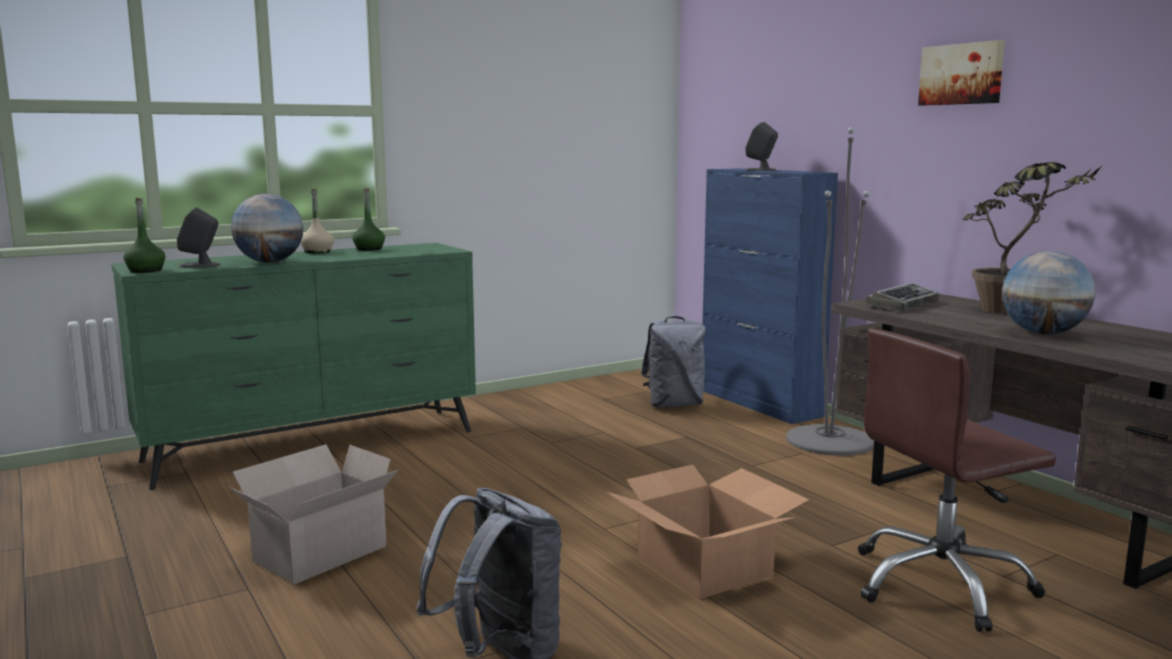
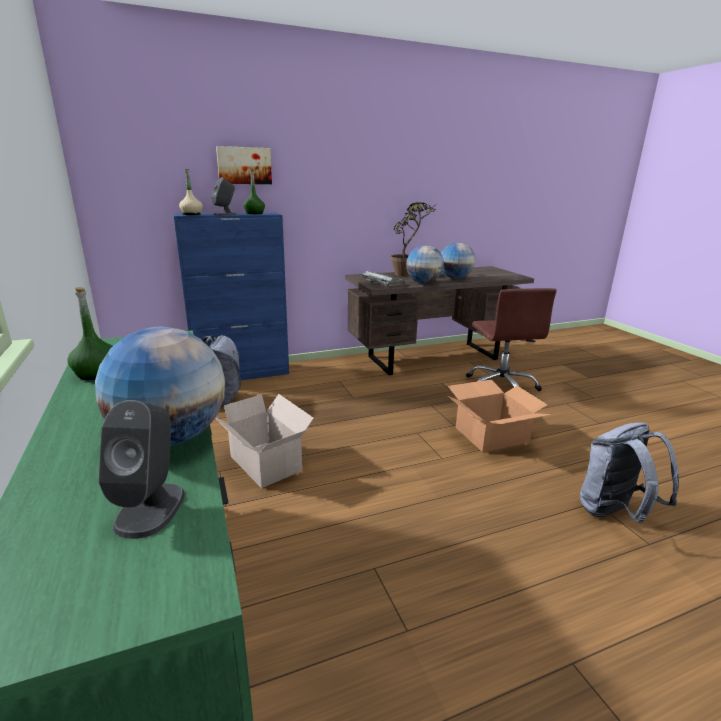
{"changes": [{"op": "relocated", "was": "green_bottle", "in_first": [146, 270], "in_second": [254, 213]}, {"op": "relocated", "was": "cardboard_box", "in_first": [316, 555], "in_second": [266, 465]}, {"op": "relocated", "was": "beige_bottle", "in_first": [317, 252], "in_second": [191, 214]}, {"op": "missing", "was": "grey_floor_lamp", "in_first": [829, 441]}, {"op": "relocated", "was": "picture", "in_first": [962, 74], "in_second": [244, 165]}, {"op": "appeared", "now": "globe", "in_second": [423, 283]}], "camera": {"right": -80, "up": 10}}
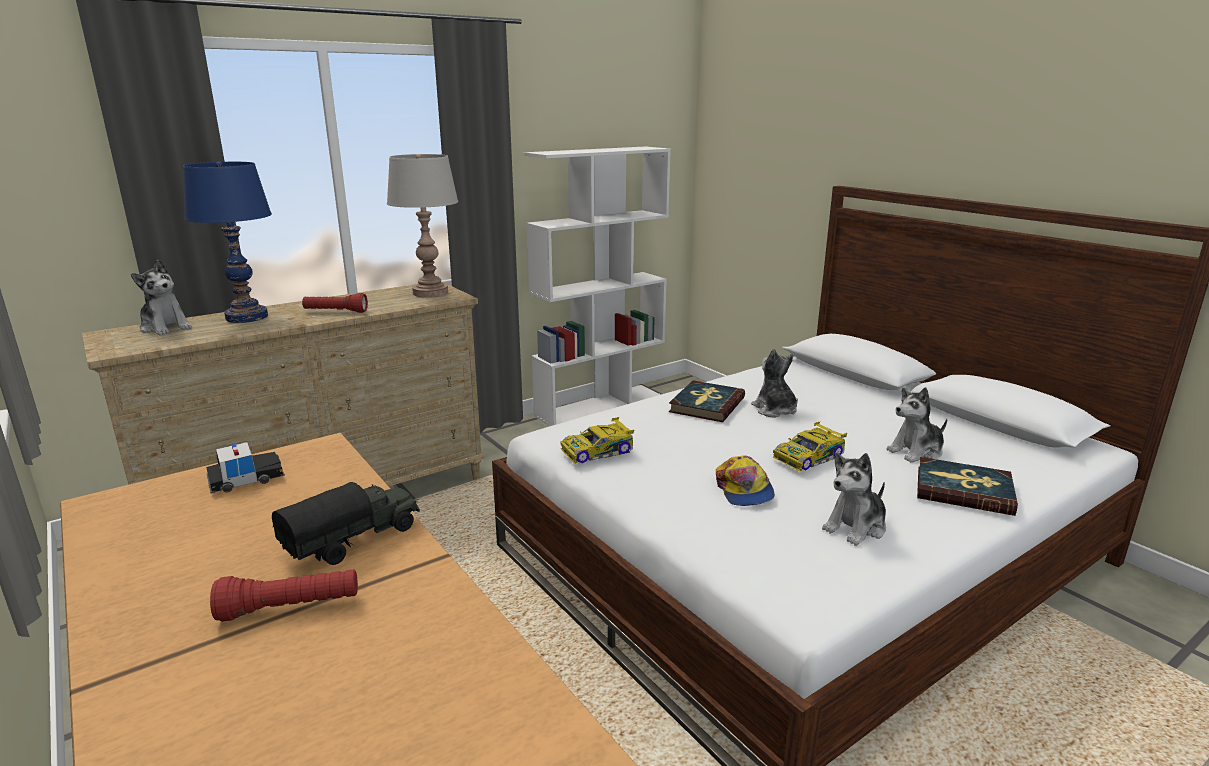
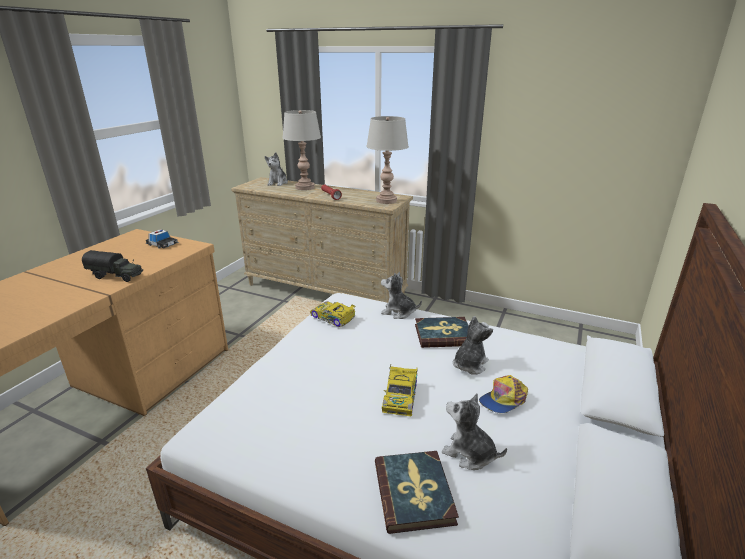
{"changes": [{"op": "colour", "was": "blue_table_lamp", "now": "grey_table_lamp", "in_first": [247, 317], "in_second": [305, 187]}, {"op": "missing", "was": "red_flashlight", "in_first": [290, 608]}, {"op": "missing", "was": "white_bookcase", "in_first": [600, 406]}, {"op": "relocated", "was": "cap", "in_first": [744, 490], "in_second": [503, 399]}, {"op": "spun", "was": "toy_car", "in_first": [809, 456], "in_second": [400, 396], "clockwise": -105}, {"op": "relocated", "was": "plush_toy", "in_first": [856, 527], "in_second": [398, 312]}], "camera": {"right": 60, "up": 5}}
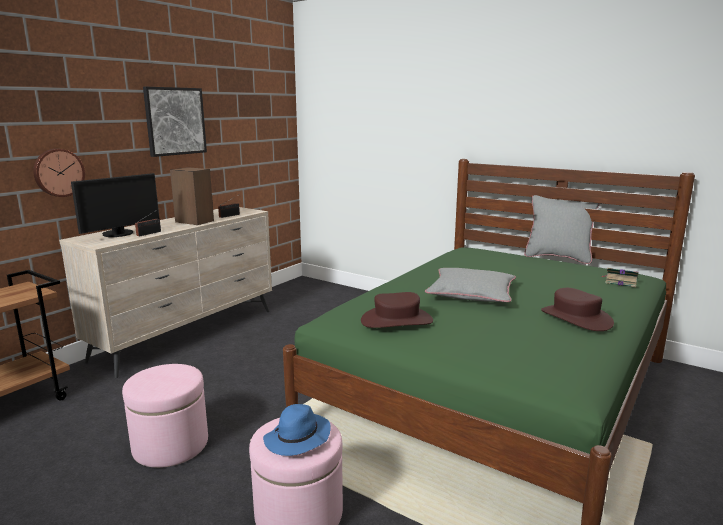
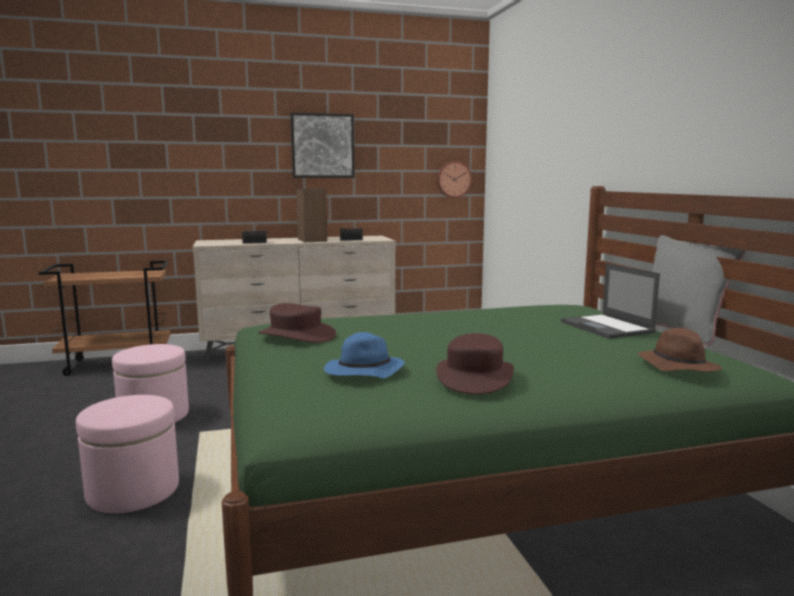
{"changes": [{"op": "relocated", "was": "wall_clock", "in_first": [58, 172], "in_second": [453, 179]}, {"op": "missing", "was": "monitor", "in_first": [119, 234]}, {"op": "relocated", "was": "blue_hat", "in_first": [297, 439], "in_second": [363, 372]}, {"op": "missing", "was": "grey_pillow", "in_first": [471, 293]}, {"op": "exchanged", "was": "book", "now": "brown_hat", "in_first": [619, 281], "in_second": [676, 366]}, {"op": "appeared", "now": "laptop", "in_second": [607, 327]}], "camera": {"right": 40, "up": -5}}
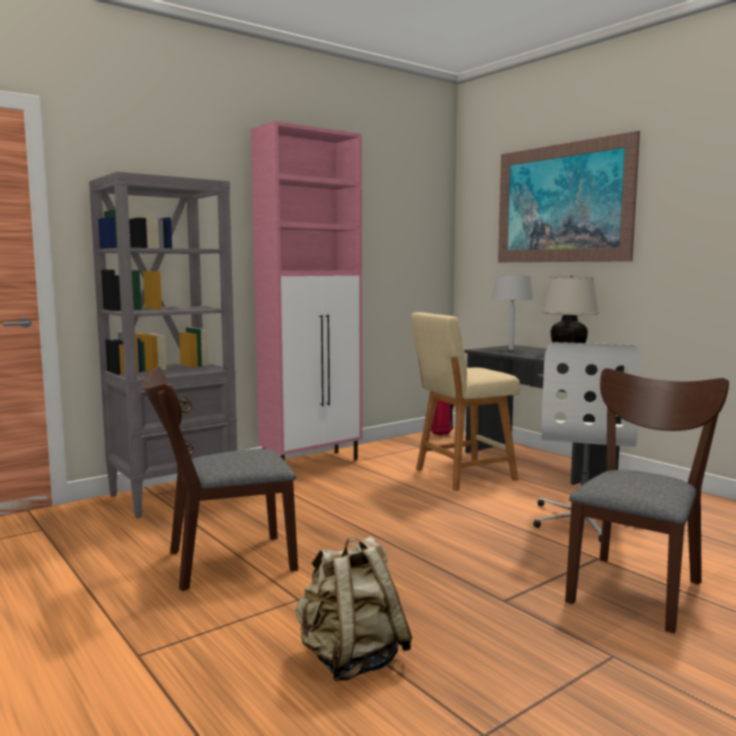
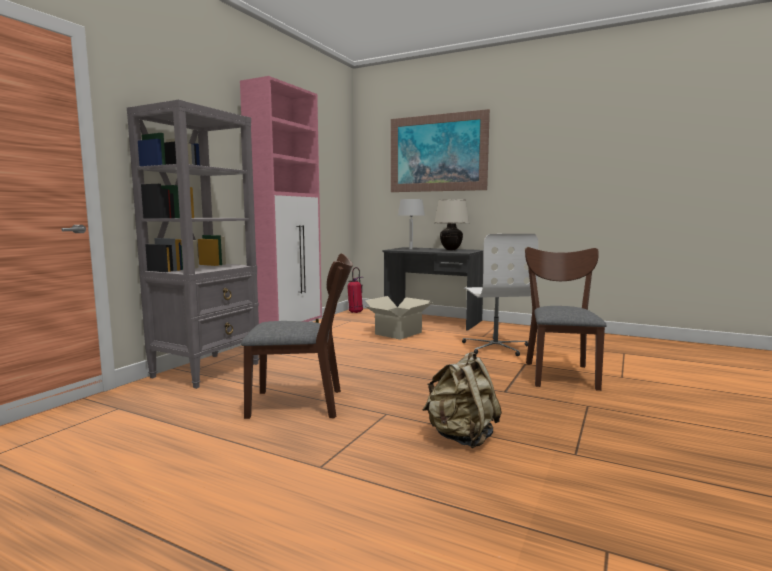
{"changes": [{"op": "spun", "was": "brown_chair", "in_first": [221, 562], "in_second": [304, 403], "clockwise": -135}, {"op": "exchanged", "was": "beige_stool", "now": "cardboard_box", "in_first": [461, 475], "in_second": [398, 333]}], "camera": {"right": -25, "up": 0}}
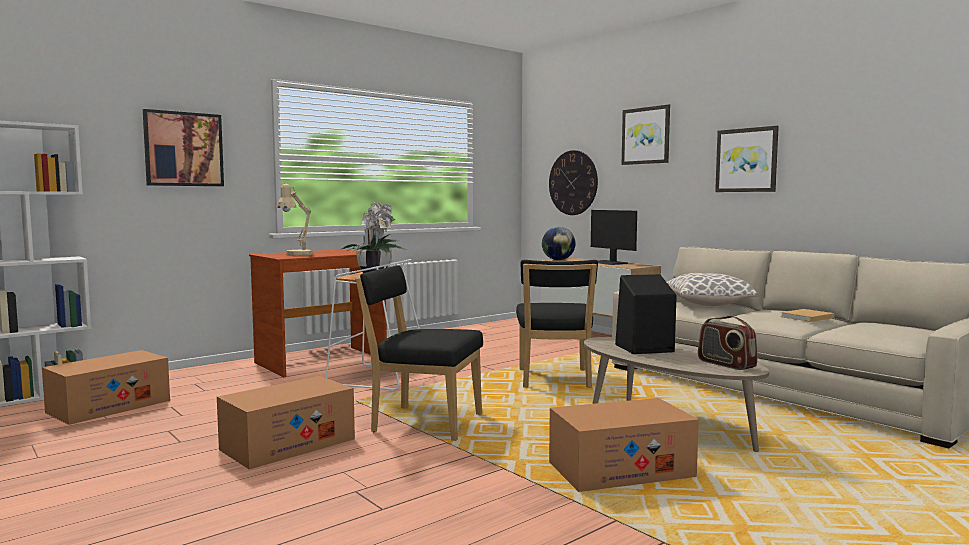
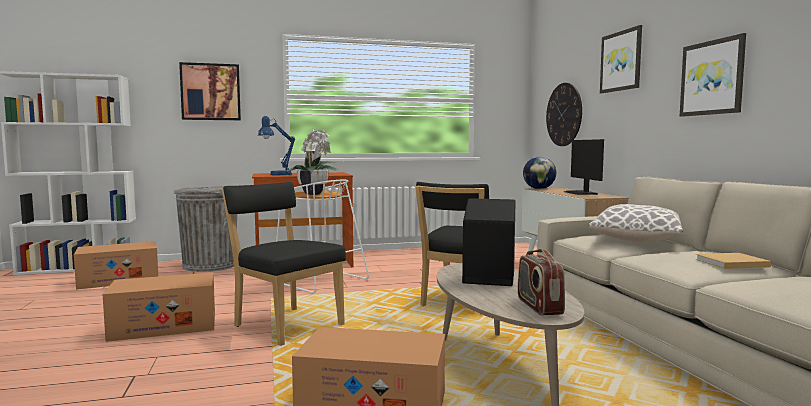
{"changes": [{"op": "colour", "was": "beige_table_lamp", "now": "blue_table_lamp", "in_first": [296, 255], "in_second": [277, 174]}, {"op": "appeared", "now": "grey_trash_can", "in_second": [210, 265]}], "camera": {"right": 25, "up": 0}}
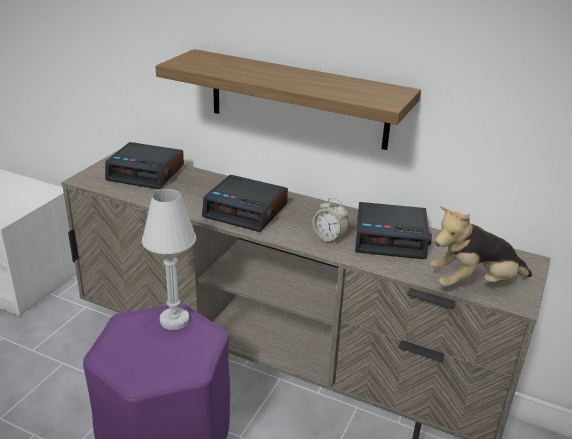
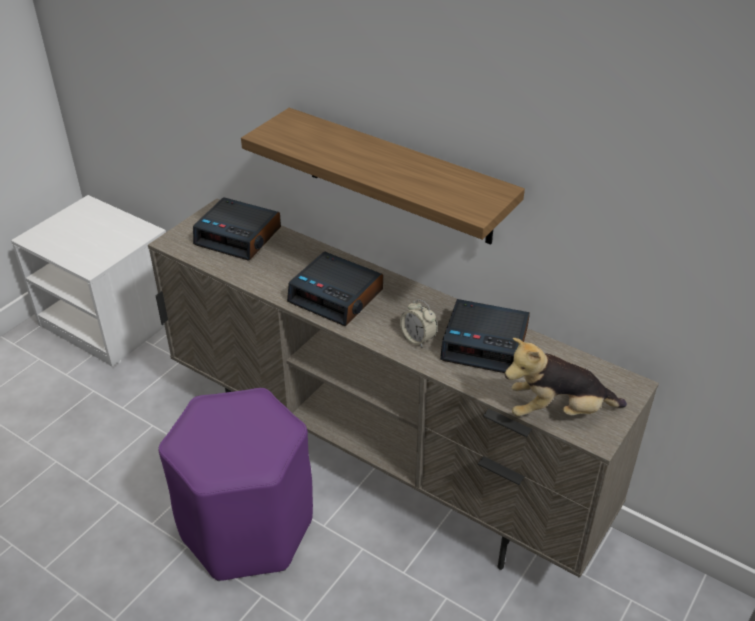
{"changes": [{"op": "missing", "was": "white_table_lamp", "in_first": [174, 320]}], "camera": {"right": 10, "up": 10}}
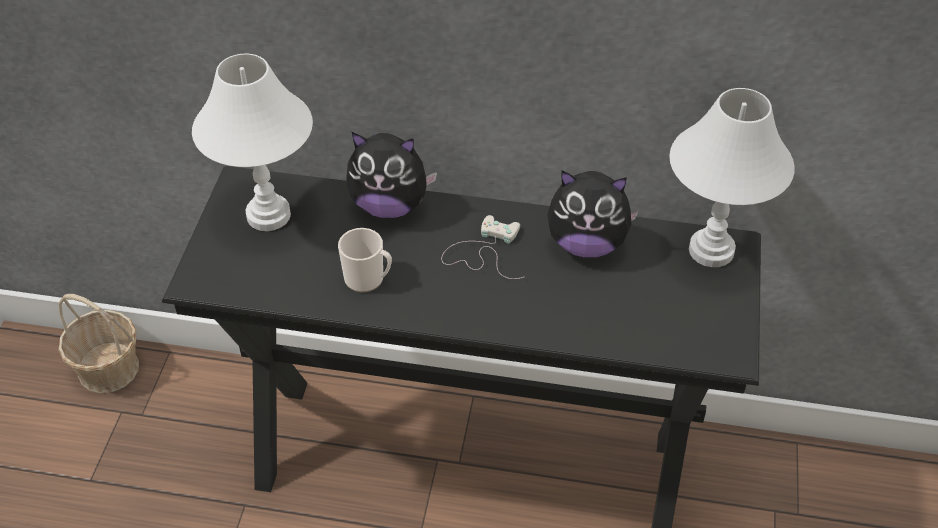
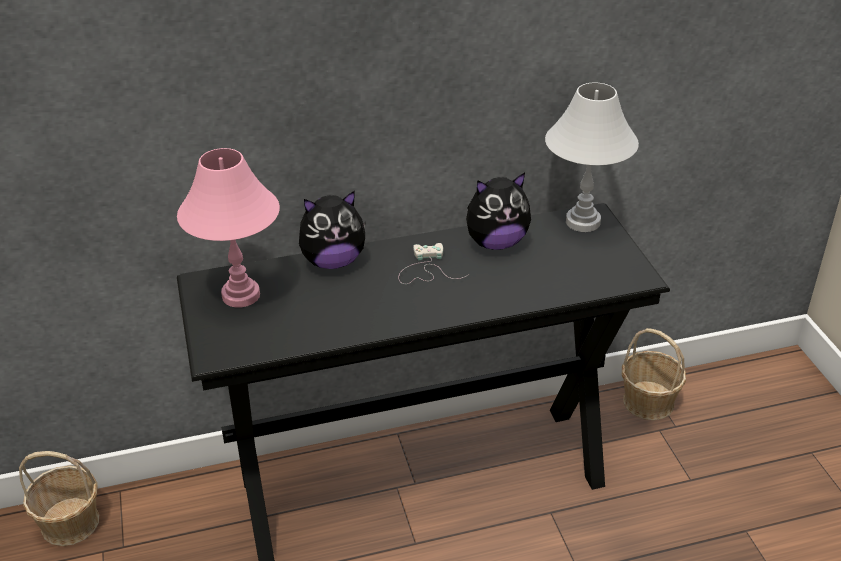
{"changes": [{"op": "colour", "was": "white_table_lamp", "now": "pink_table_lamp", "in_first": [267, 215], "in_second": [240, 296]}, {"op": "missing", "was": "mug", "in_first": [368, 279]}, {"op": "appeared", "now": "basket", "in_second": [648, 401]}], "camera": {"right": -25, "up": -10}}
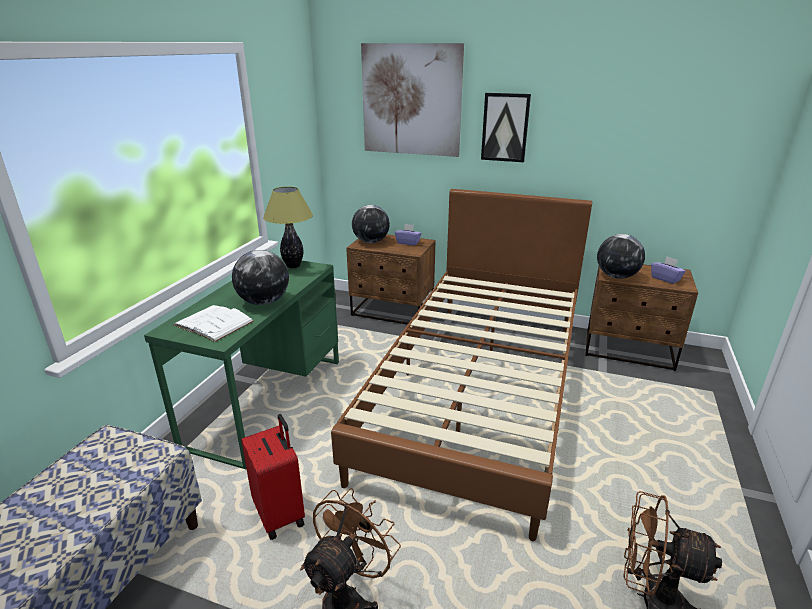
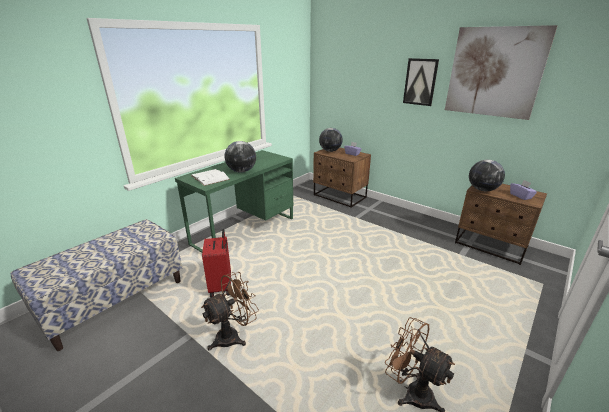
{"changes": [{"op": "missing", "was": "table_lamp", "in_first": [293, 266]}, {"op": "missing", "was": "brown_bed", "in_first": [479, 390]}, {"op": "relocated", "was": "picture", "in_first": [411, 100], "in_second": [494, 72]}], "camera": {"right": 20, "up": 0}}
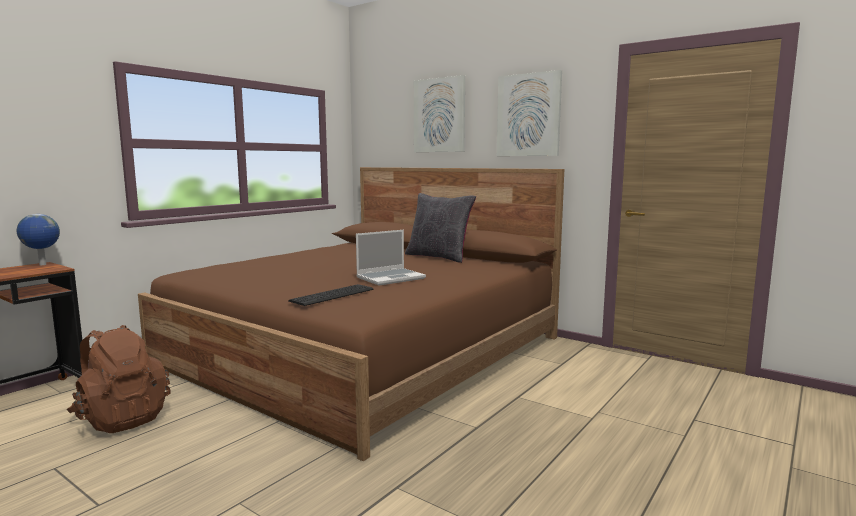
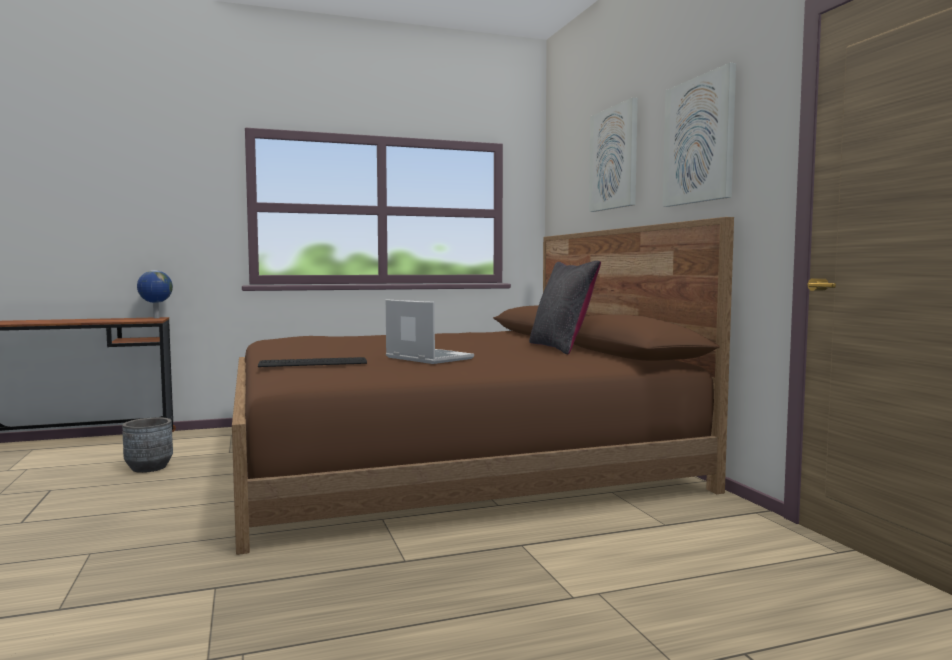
{"changes": [{"op": "exchanged", "was": "brown_backpack", "now": "grey_planter", "in_first": [122, 418], "in_second": [149, 468]}, {"op": "spun", "was": "laptop", "in_first": [391, 278], "in_second": [427, 358], "clockwise": -135}], "camera": {"right": 35, "up": -5}}
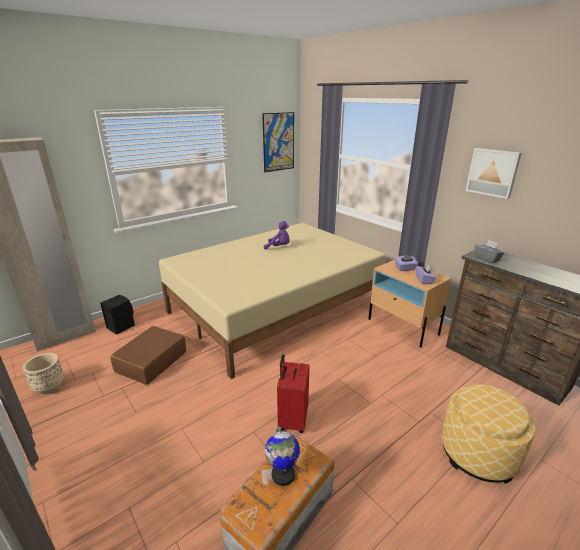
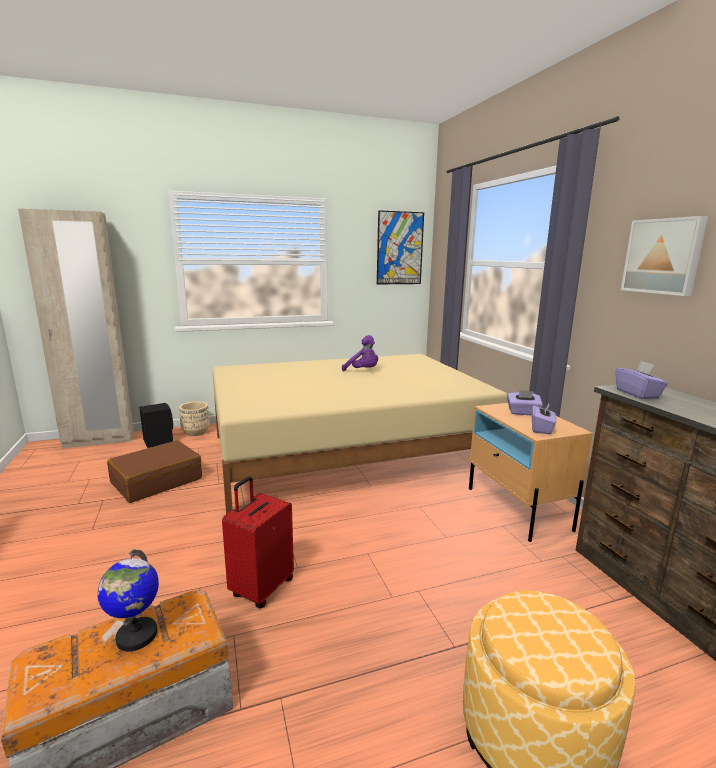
{"changes": [{"op": "relocated", "was": "beige_planter", "in_first": [49, 387], "in_second": [196, 432]}, {"op": "colour", "was": "grey_tissue_box", "now": "purple_tissue_box", "in_first": [487, 259], "in_second": [637, 394]}], "camera": {"right": 20, "up": -10}}
